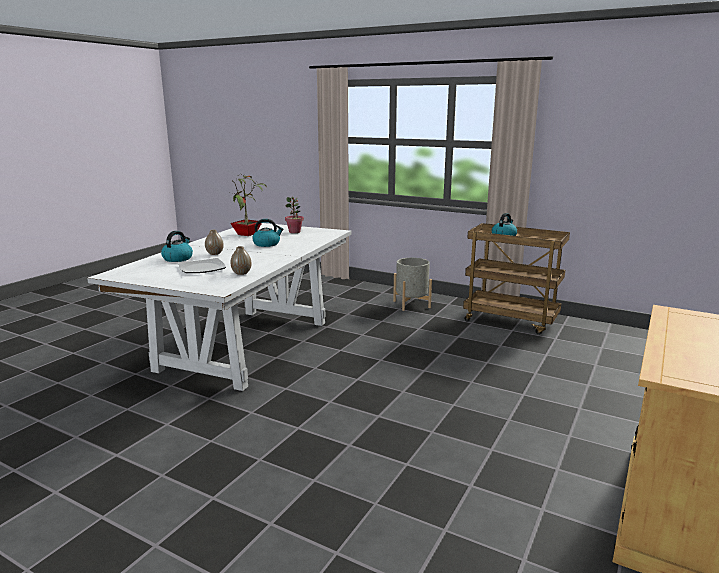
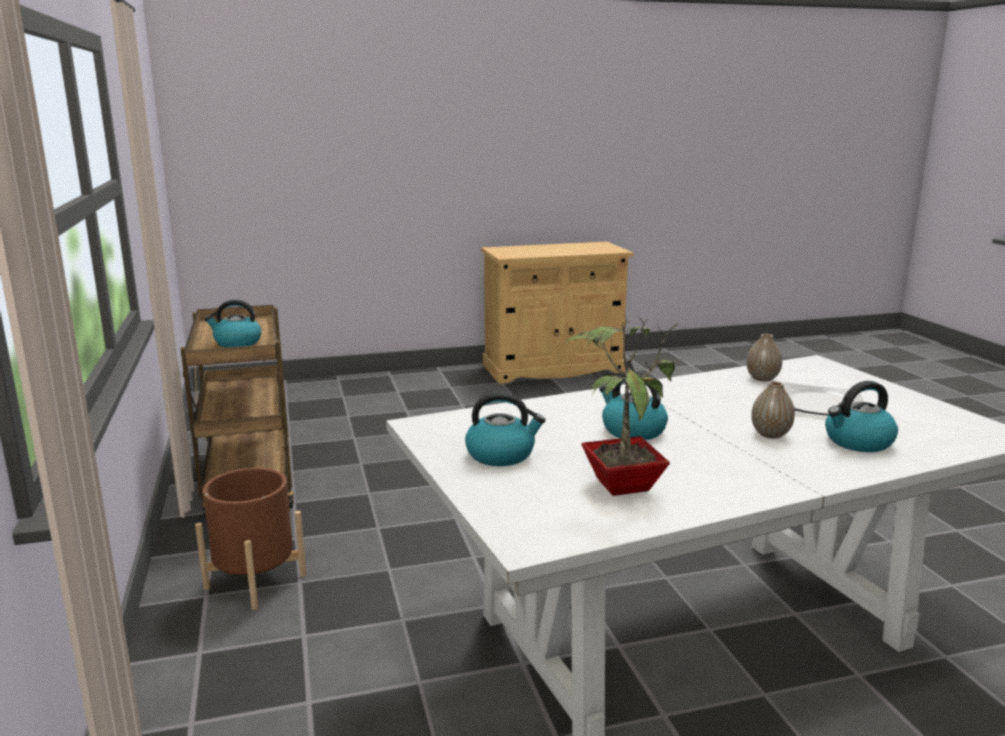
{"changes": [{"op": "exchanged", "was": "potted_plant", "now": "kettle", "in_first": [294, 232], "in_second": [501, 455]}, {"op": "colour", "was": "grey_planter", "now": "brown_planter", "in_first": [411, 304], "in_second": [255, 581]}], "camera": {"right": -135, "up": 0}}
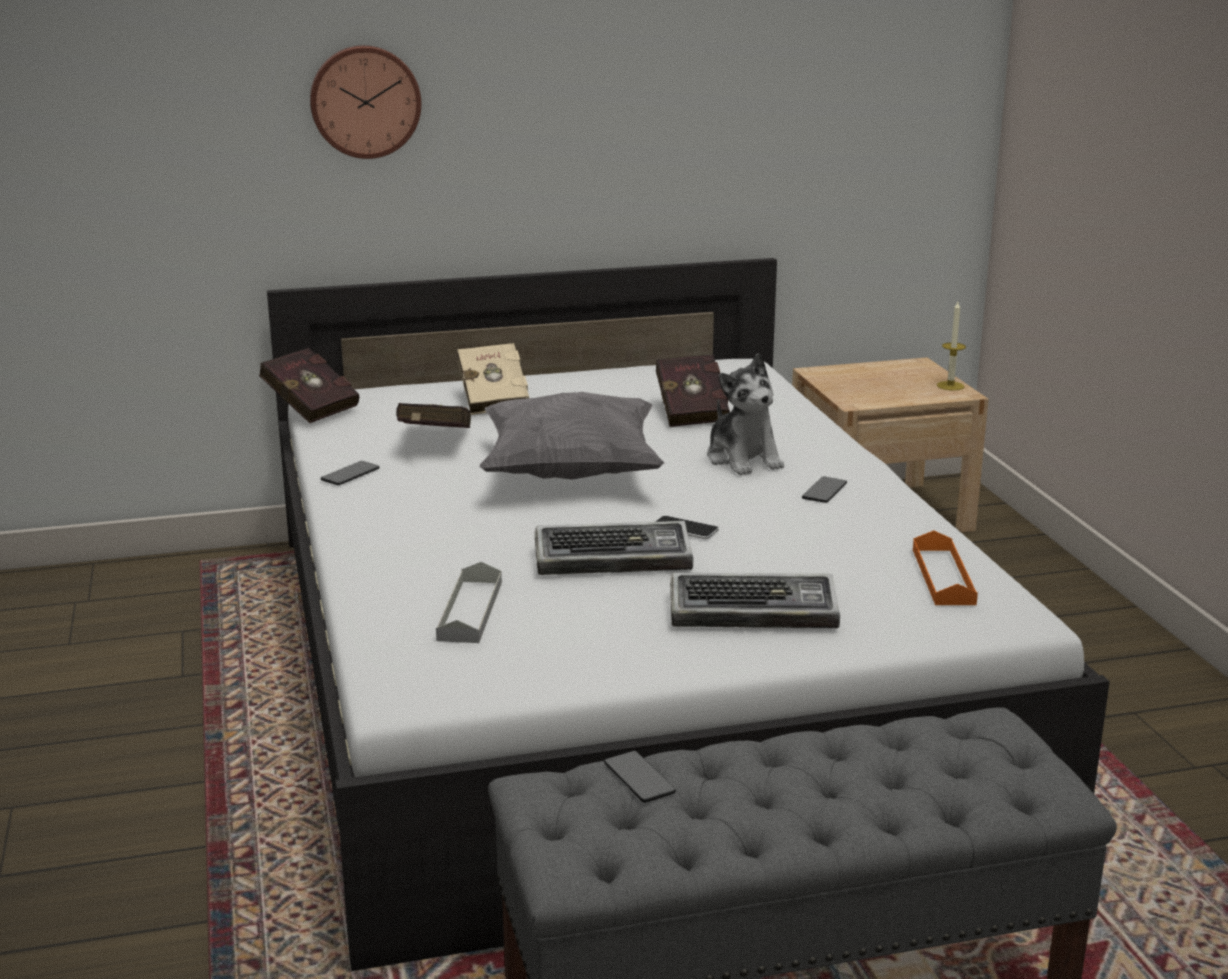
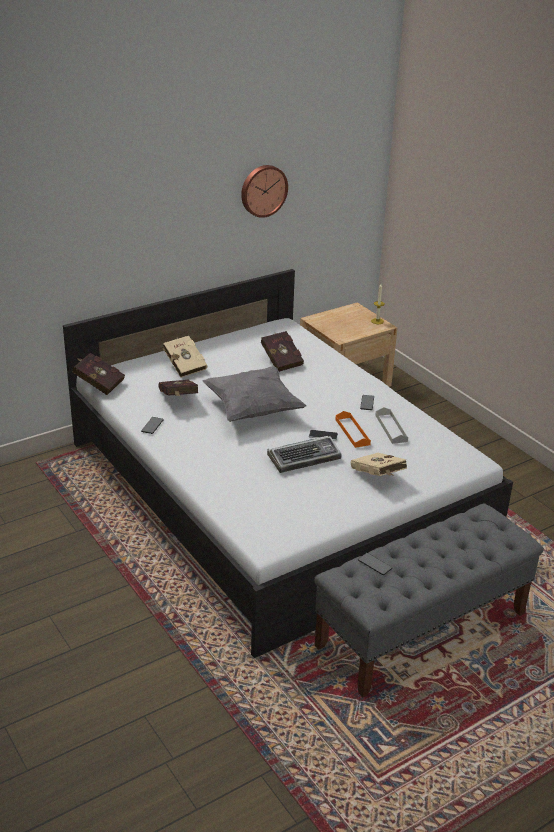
{"changes": [{"op": "relocated", "was": "wall_clock", "in_first": [365, 101], "in_second": [263, 190]}, {"op": "relocated", "was": "grey_tray", "in_first": [470, 610], "in_second": [391, 428]}, {"op": "exchanged", "was": "keyboard", "now": "beige_book", "in_first": [755, 612], "in_second": [378, 477]}, {"op": "missing", "was": "plush_toy", "in_first": [743, 459]}, {"op": "relocated", "was": "orange_tray", "in_first": [943, 576], "in_second": [352, 432]}], "camera": {"right": -20, "up": 10}}
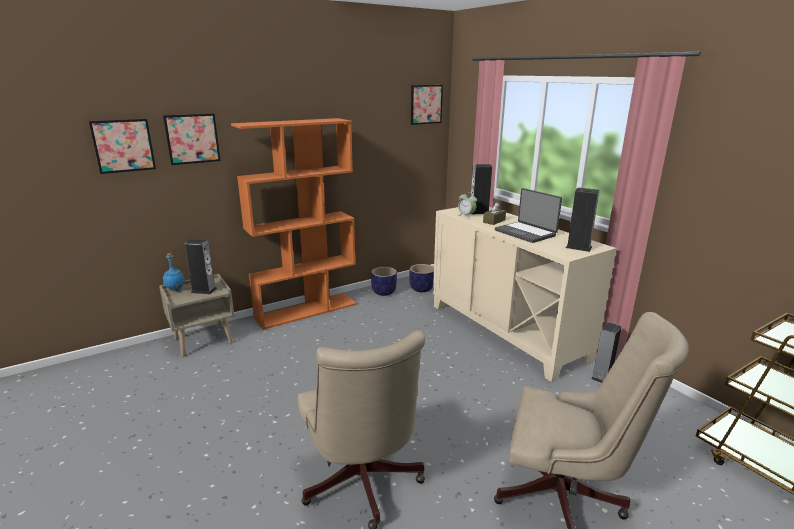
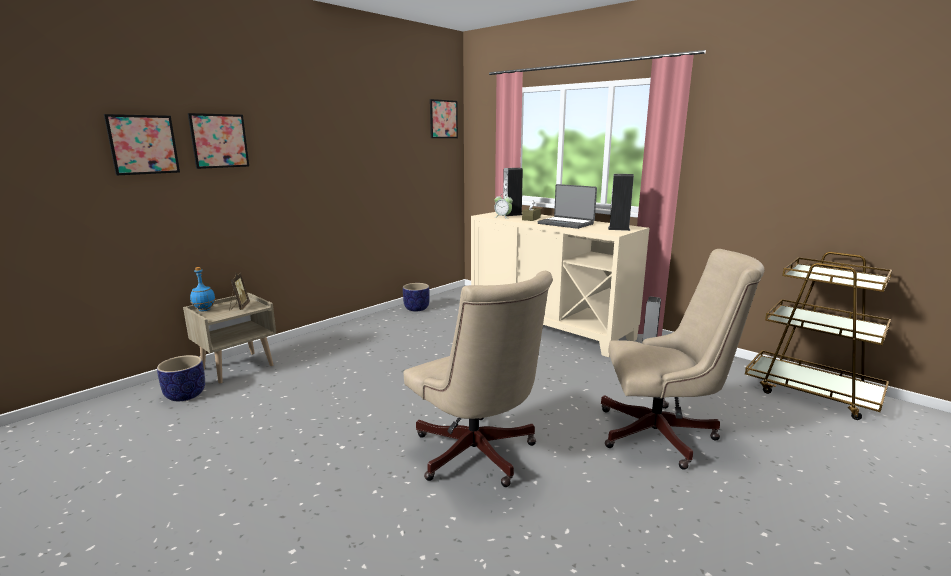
{"changes": [{"op": "exchanged", "was": "speaker", "now": "picture_frame", "in_first": [204, 290], "in_second": [239, 307]}, {"op": "missing", "was": "orange_bookcase", "in_first": [306, 310]}, {"op": "relocated", "was": "planter", "in_first": [422, 289], "in_second": [186, 395]}], "camera": {"right": -15, "up": -5}}
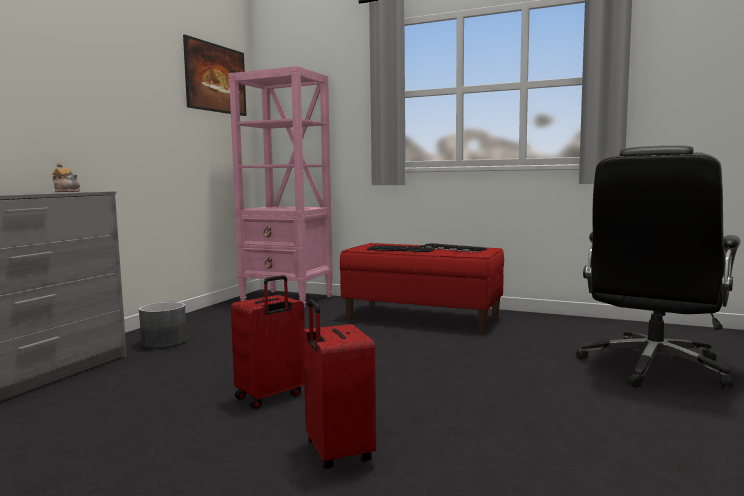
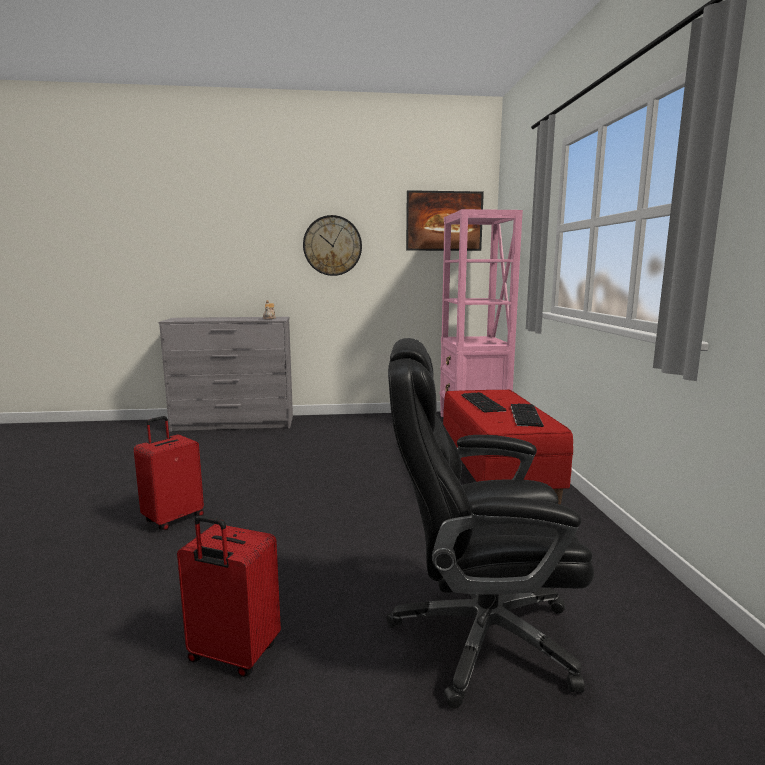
{"changes": [{"op": "missing", "was": "grey_planter", "in_first": [164, 343]}, {"op": "relocated", "was": "red_suitcase", "in_first": [271, 397], "in_second": [232, 655]}, {"op": "appeared", "now": "wall_clock", "in_second": [332, 245]}], "camera": {"right": 60, "up": 5}}
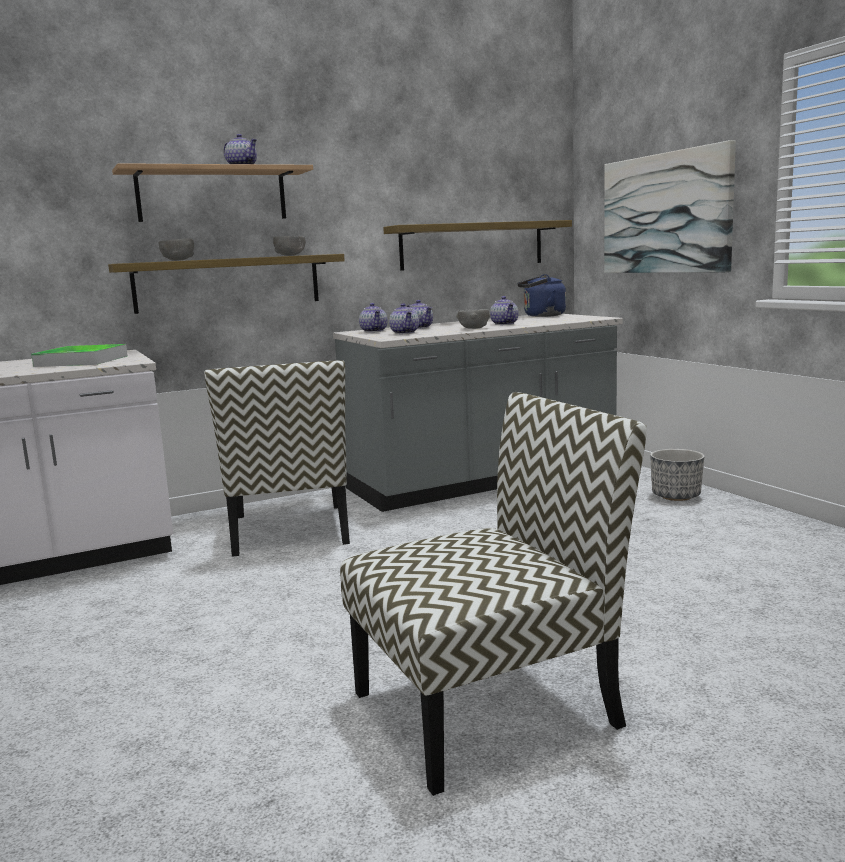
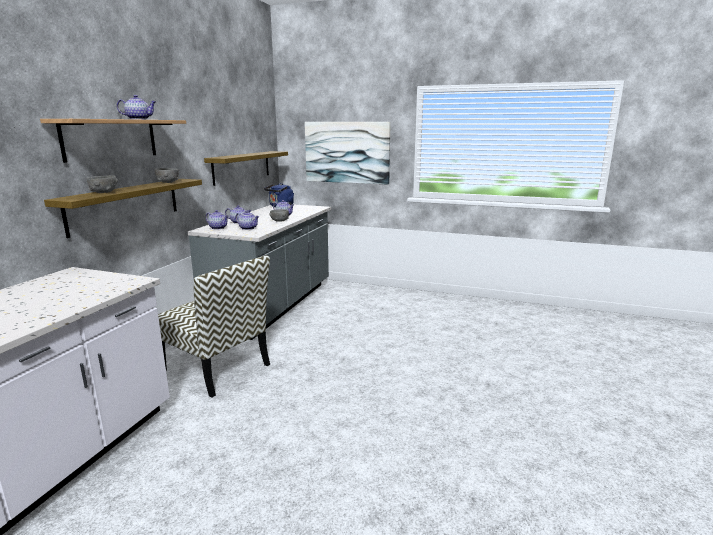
{"changes": [{"op": "missing", "was": "tray", "in_first": [82, 361]}, {"op": "missing", "was": "chair", "in_first": [488, 706]}, {"op": "missing", "was": "planter", "in_first": [676, 496]}], "camera": {"right": -45, "up": 5}}
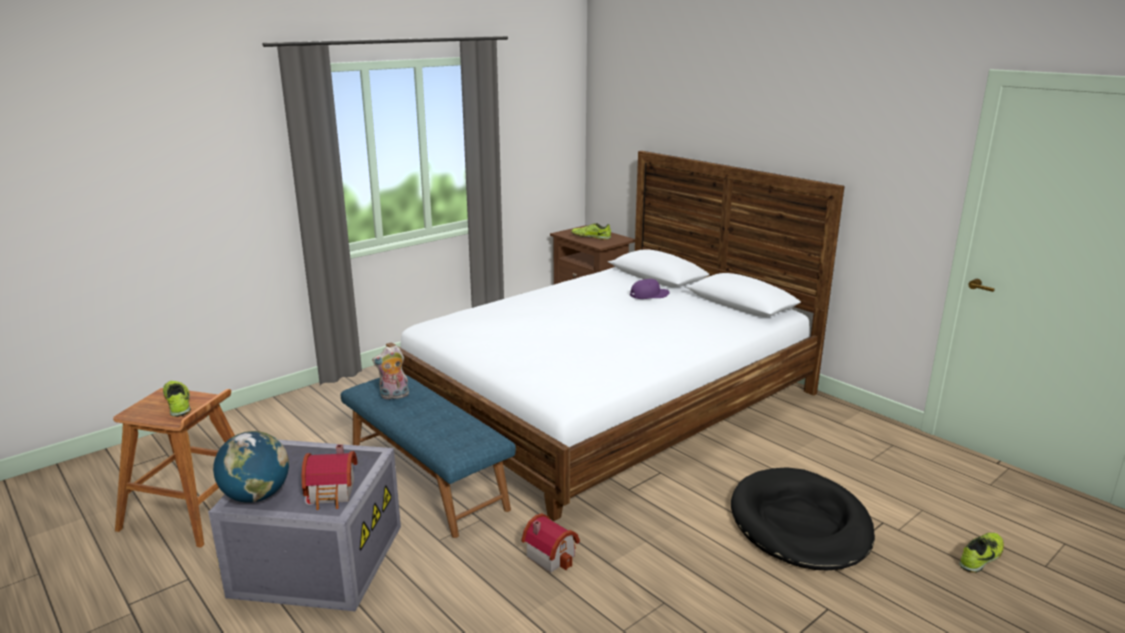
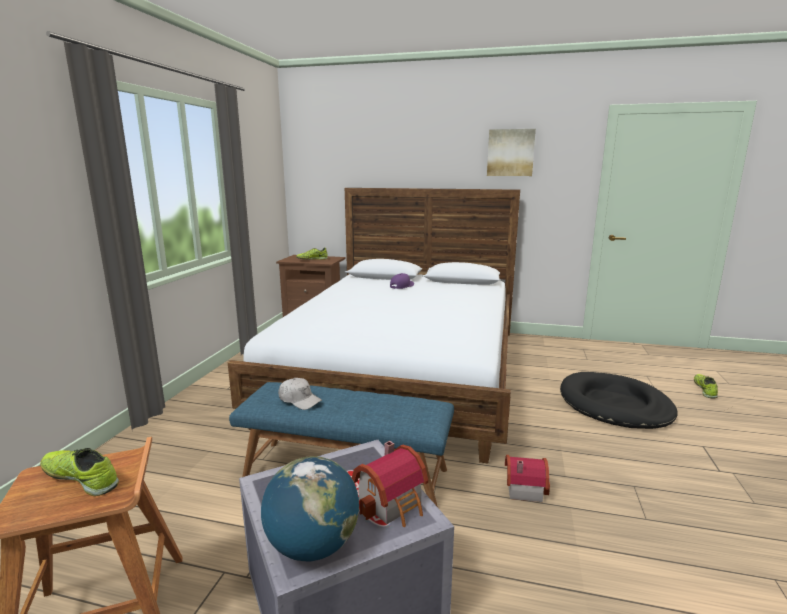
{"changes": [{"op": "exchanged", "was": "plush_toy", "now": "white_cap", "in_first": [394, 396], "in_second": [299, 400]}, {"op": "appeared", "now": "picture", "in_second": [510, 152]}], "camera": {"right": -35, "up": -5}}
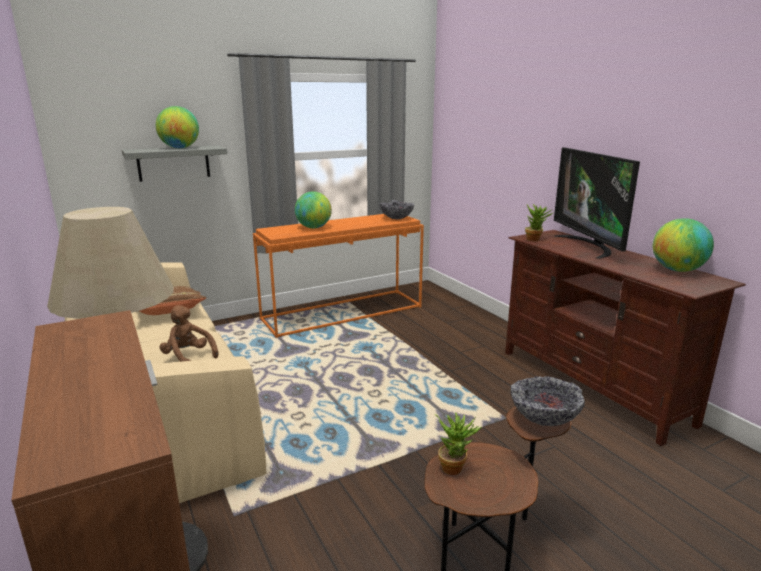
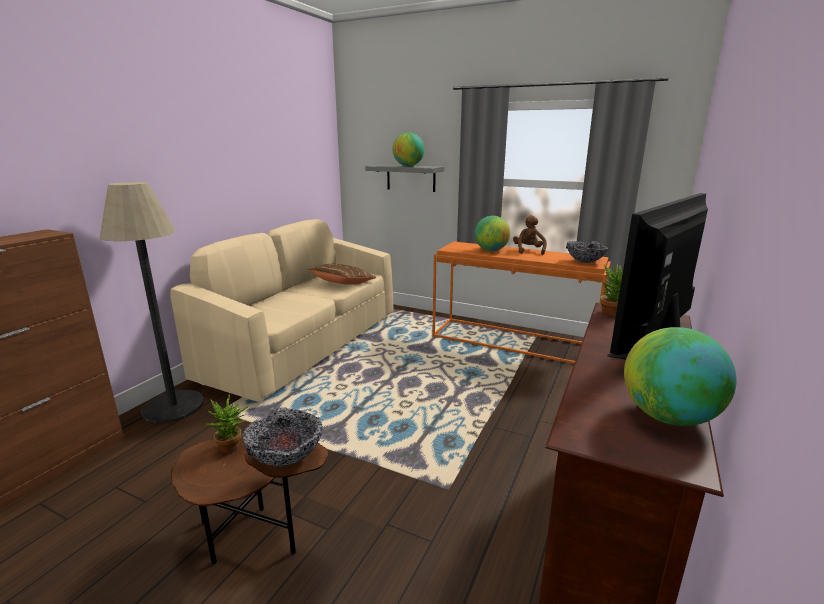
{"changes": [{"op": "relocated", "was": "brown_plush_toy", "in_first": [188, 357], "in_second": [528, 251]}], "camera": {"right": 55, "up": 0}}
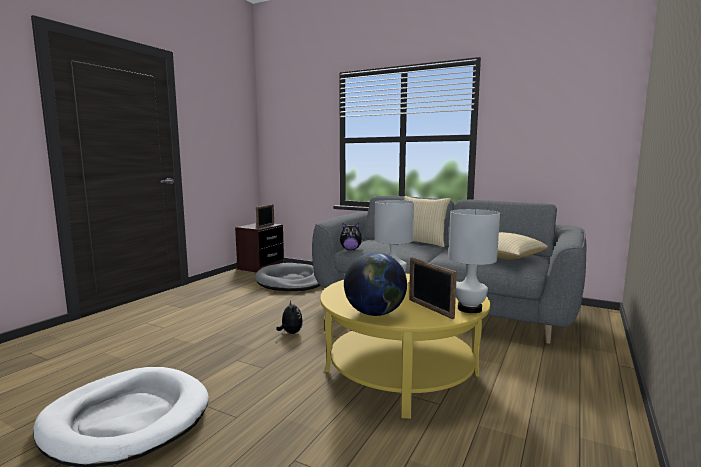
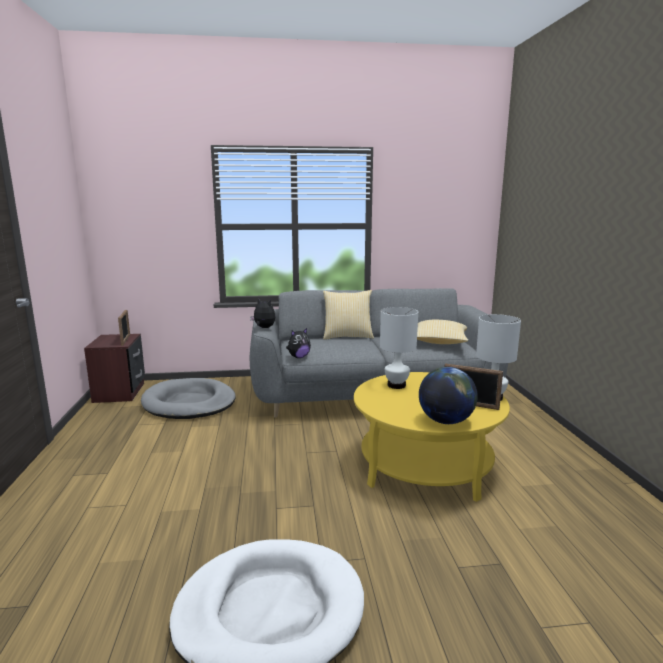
{"changes": [{"op": "relocated", "was": "plush_toy", "in_first": [290, 333], "in_second": [263, 328]}], "camera": {"right": -35, "up": 5}}
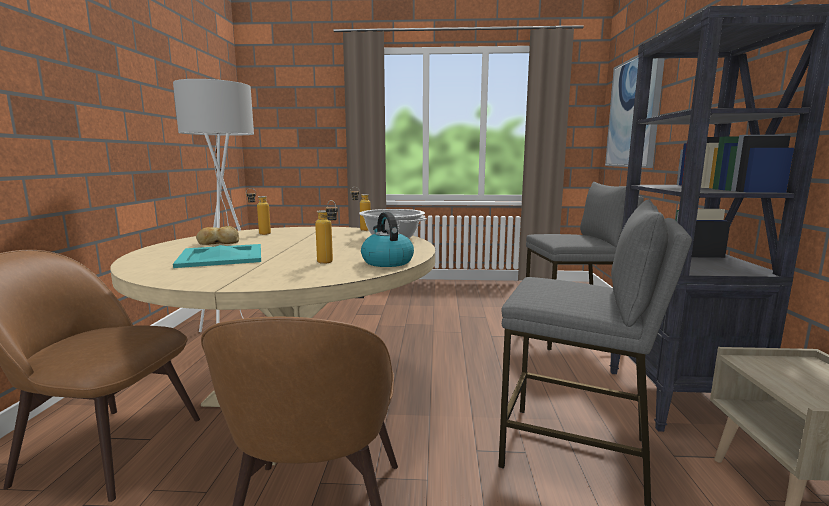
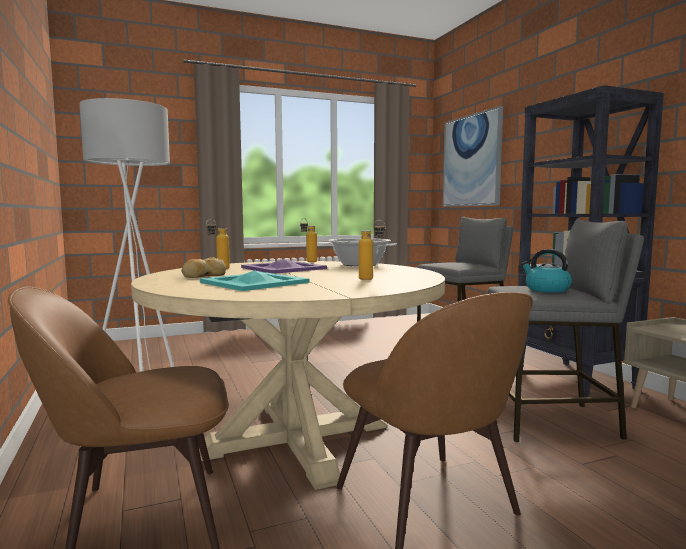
{"changes": [{"op": "relocated", "was": "kettle", "in_first": [386, 262], "in_second": [546, 289]}, {"op": "appeared", "now": "purple_tray", "in_second": [283, 268]}], "camera": {"right": -25, "up": -5}}
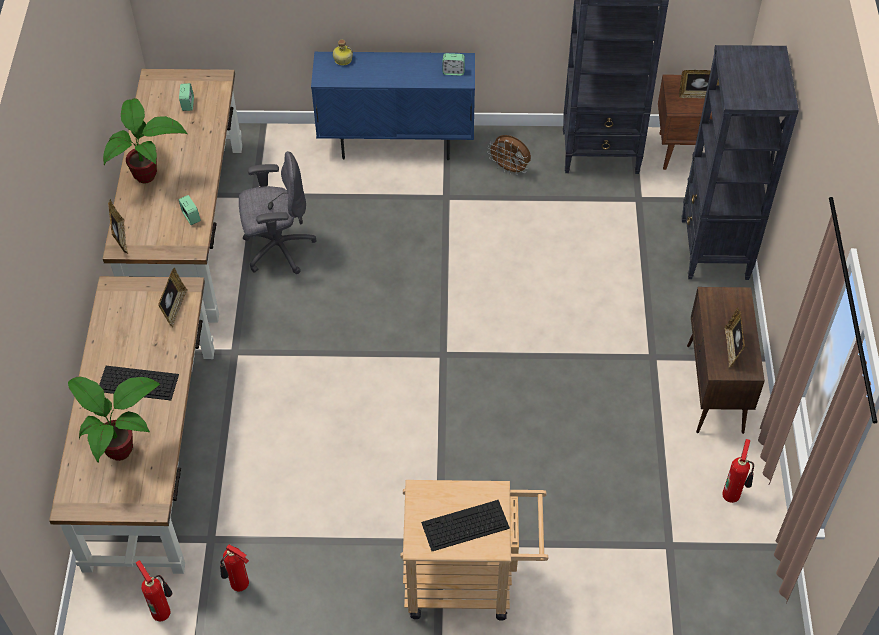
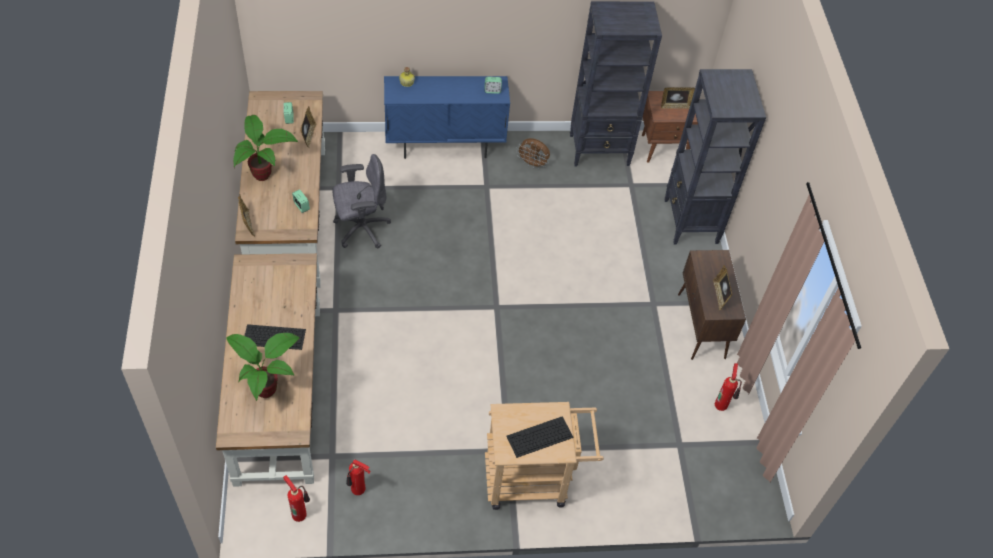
{"changes": [{"op": "relocated", "was": "picture_frame", "in_first": [175, 308], "in_second": [309, 136]}], "camera": {"right": -10, "up": 0}}
